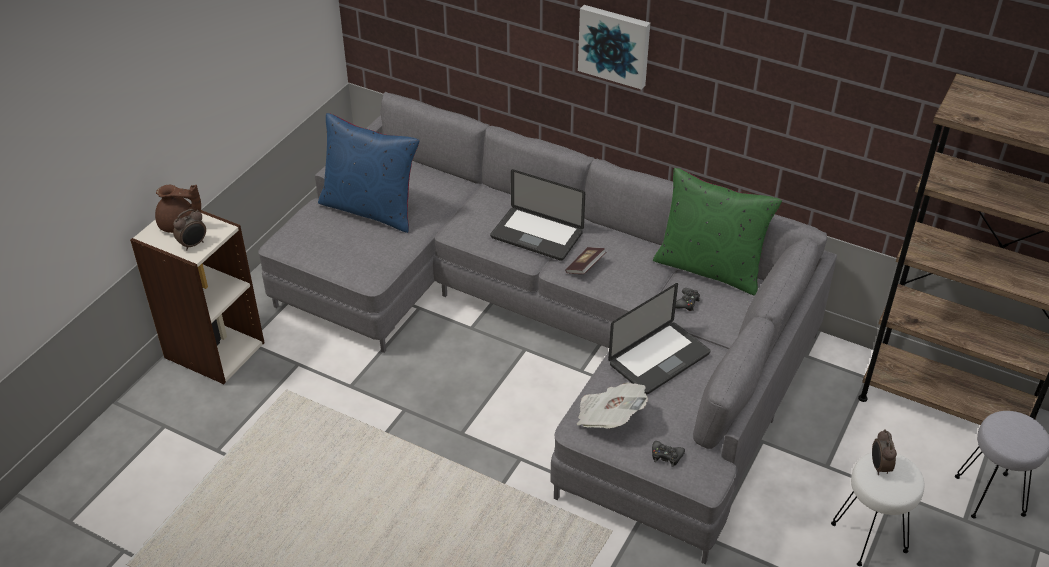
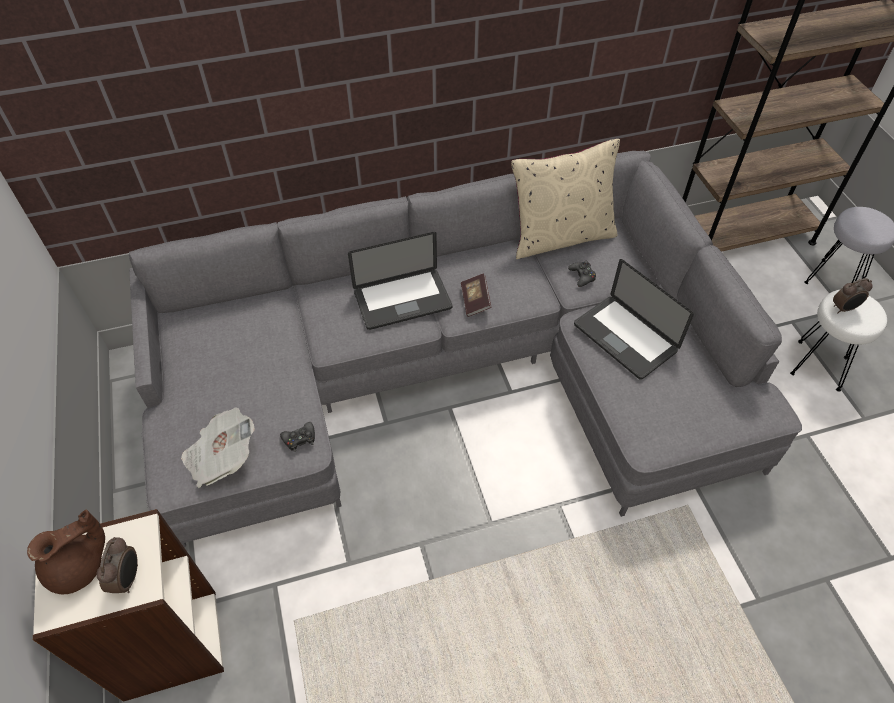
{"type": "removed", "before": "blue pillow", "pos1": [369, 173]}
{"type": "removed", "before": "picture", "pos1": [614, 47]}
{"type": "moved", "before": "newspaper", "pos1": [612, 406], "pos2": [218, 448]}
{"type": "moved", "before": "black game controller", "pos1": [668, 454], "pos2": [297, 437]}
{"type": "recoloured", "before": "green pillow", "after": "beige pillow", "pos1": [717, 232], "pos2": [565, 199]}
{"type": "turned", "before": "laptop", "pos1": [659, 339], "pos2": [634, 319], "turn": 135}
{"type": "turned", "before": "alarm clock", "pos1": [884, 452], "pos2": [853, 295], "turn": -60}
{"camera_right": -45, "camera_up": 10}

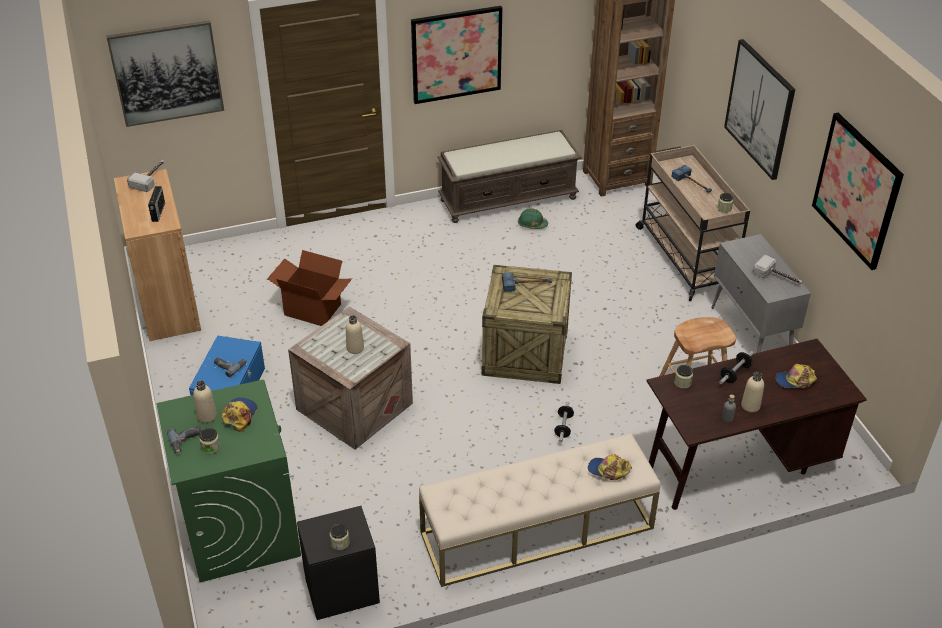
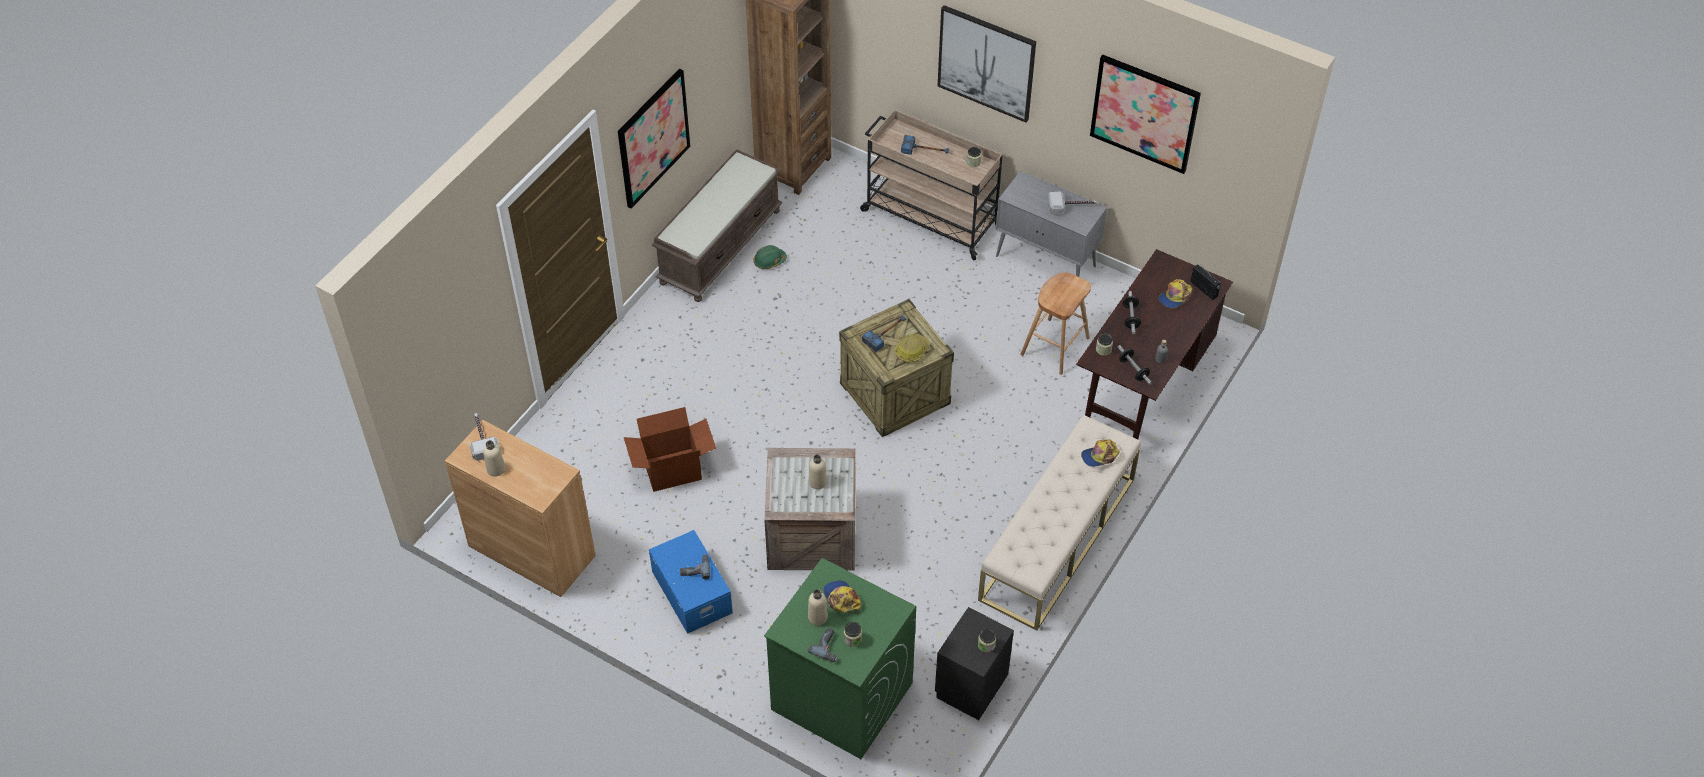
{"type": "removed", "before": "picture", "pos1": [165, 73]}
{"type": "added", "after": "hard hat", "pos2": [912, 348]}
{"type": "moved", "before": "radio", "pos1": [156, 203], "pos2": [1205, 282]}
{"type": "moved", "before": "dumbbell", "pos1": [564, 422], "pos2": [1134, 365]}
{"type": "moved", "before": "beige bottle", "pos1": [752, 392], "pos2": [494, 458]}
{"camera_right": -40, "camera_up": 10}

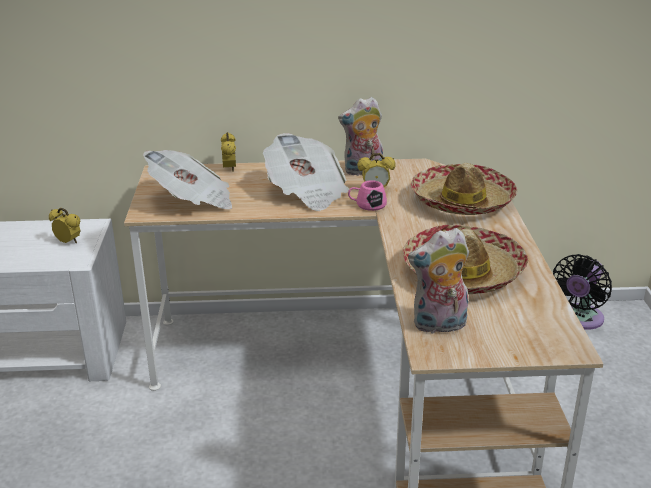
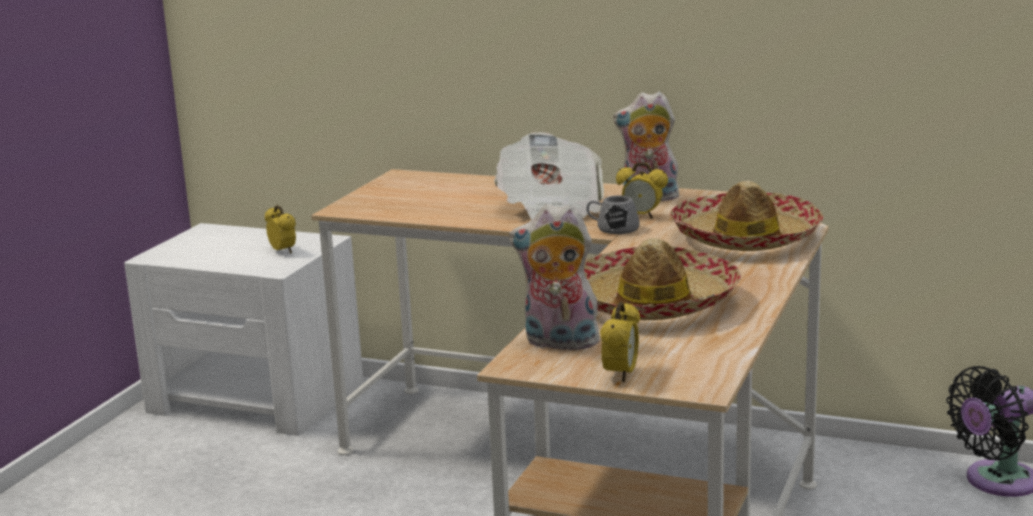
{"type": "removed", "before": "newspaper", "pos1": [187, 180]}
{"type": "moved", "before": "alarm clock", "pos1": [228, 152], "pos2": [620, 342]}
{"type": "recoloured", "before": "pink mug", "after": "grey mug", "pos1": [367, 195], "pos2": [613, 214]}
{"camera_right": 25, "camera_up": -10}

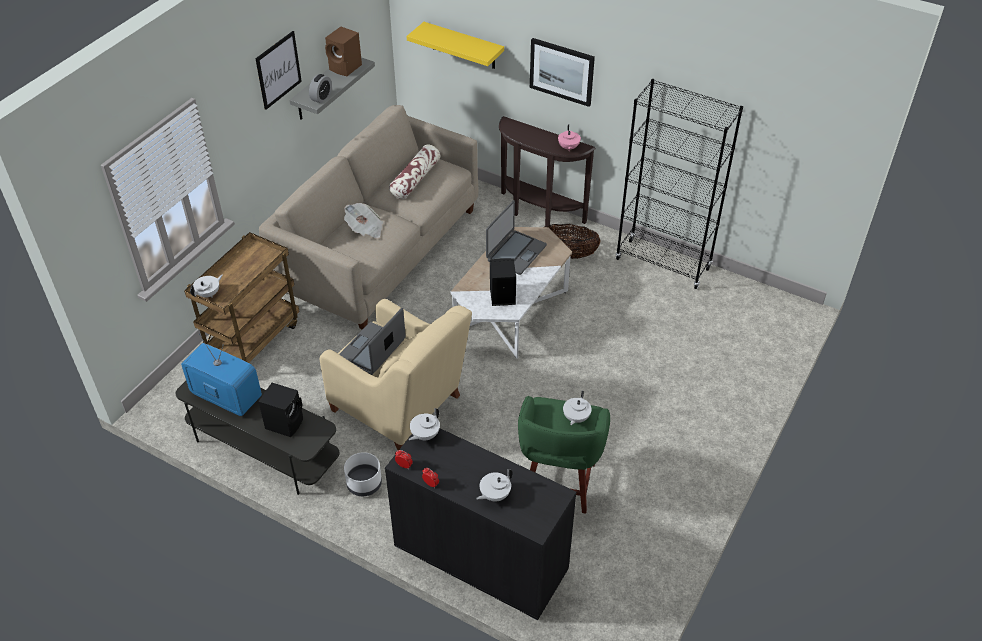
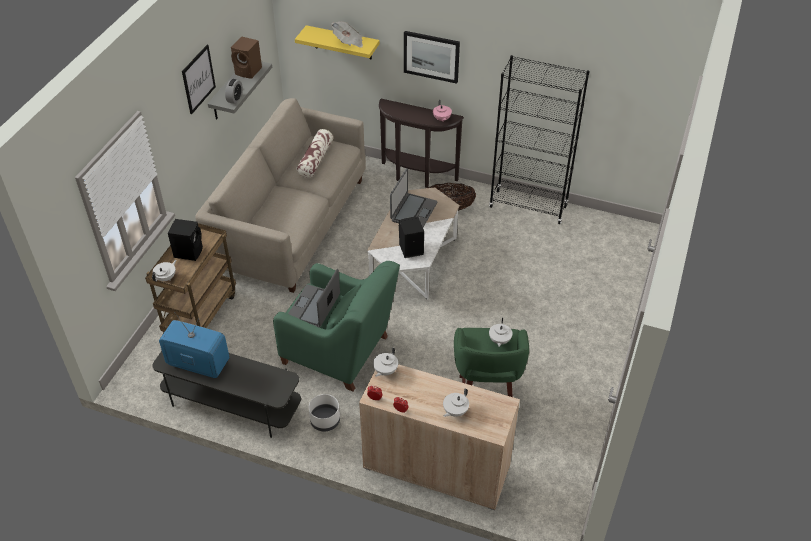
{"type": "moved", "before": "black speaker", "pos1": [280, 410], "pos2": [185, 240]}
{"type": "moved", "before": "newspaper", "pos1": [364, 221], "pos2": [347, 34]}
{"type": "recoloured", "before": "beige armchair", "after": "green armchair", "pos1": [396, 374], "pos2": [336, 326]}
{"type": "recoloured", "before": "black cabinet", "after": "beige cabinet", "pos1": [480, 524], "pos2": [439, 437]}
{"camera_right": -10, "camera_up": 0}

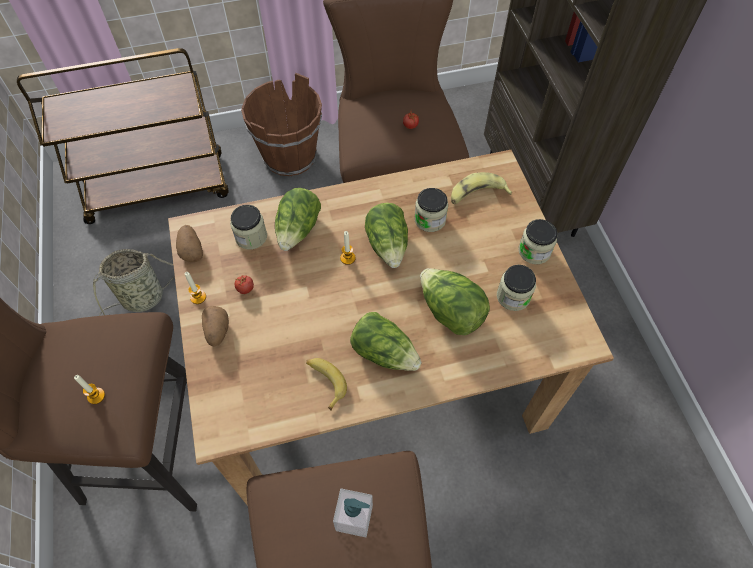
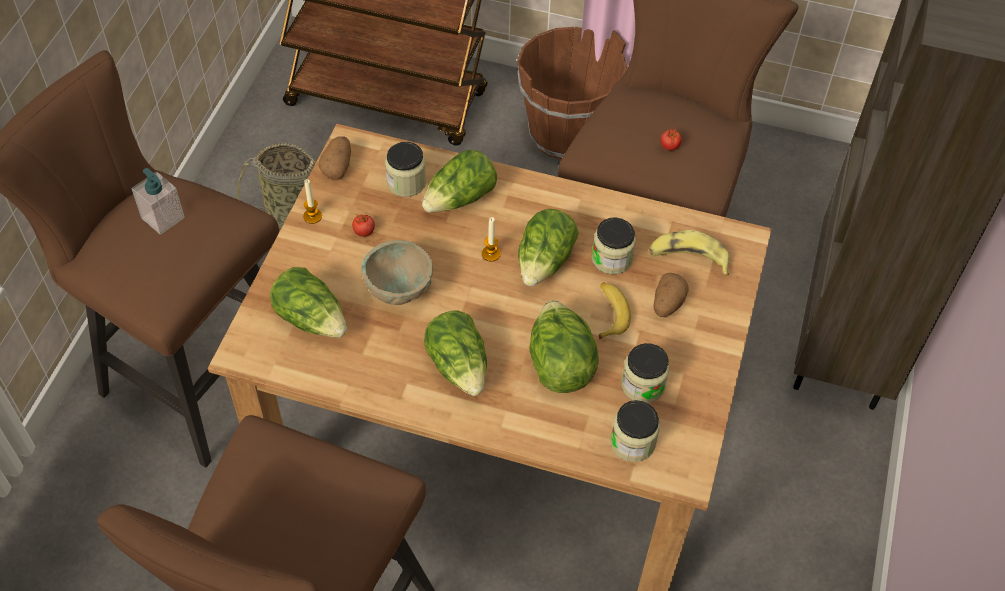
{"type": "removed", "before": "candle", "pos1": [89, 389]}
{"type": "added", "after": "lettuce", "pos2": [308, 302]}
{"type": "added", "after": "beige bowl", "pos2": [397, 272]}
{"type": "moved", "before": "potato", "pos1": [215, 326], "pos2": [671, 295]}
{"type": "moved", "before": "banana", "pos1": [326, 384], "pos2": [615, 311]}
{"type": "moved", "before": "soap dispenser", "pos1": [353, 512], "pos2": [158, 201]}
{"type": "moved", "before": "jar", "pos1": [538, 241], "pos2": [635, 431]}
{"camera_right": 30, "camera_up": -5}

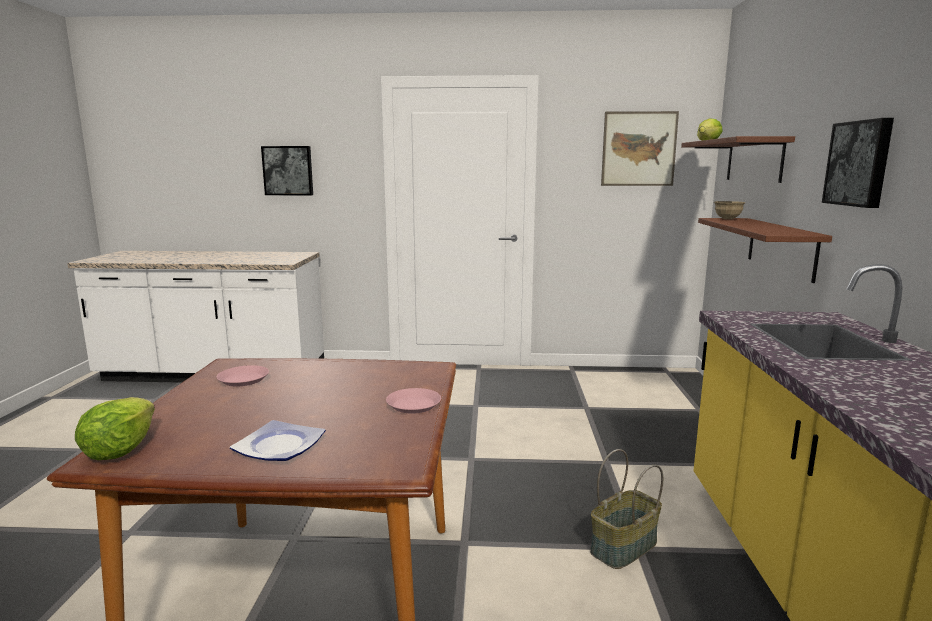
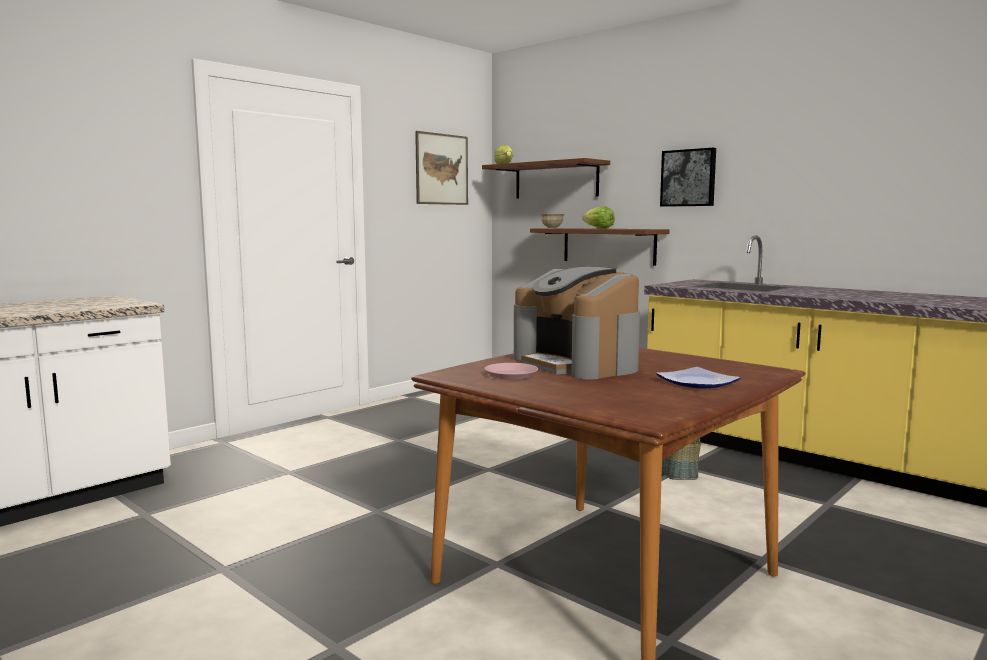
{"type": "removed", "before": "picture", "pos1": [287, 170]}
{"type": "removed", "before": "pink plate", "pos1": [413, 401]}
{"type": "added", "after": "coffee machine", "pos2": [577, 323]}
{"type": "moved", "before": "lettuce", "pos1": [115, 428], "pos2": [598, 217]}
{"camera_right": -50, "camera_up": -5}

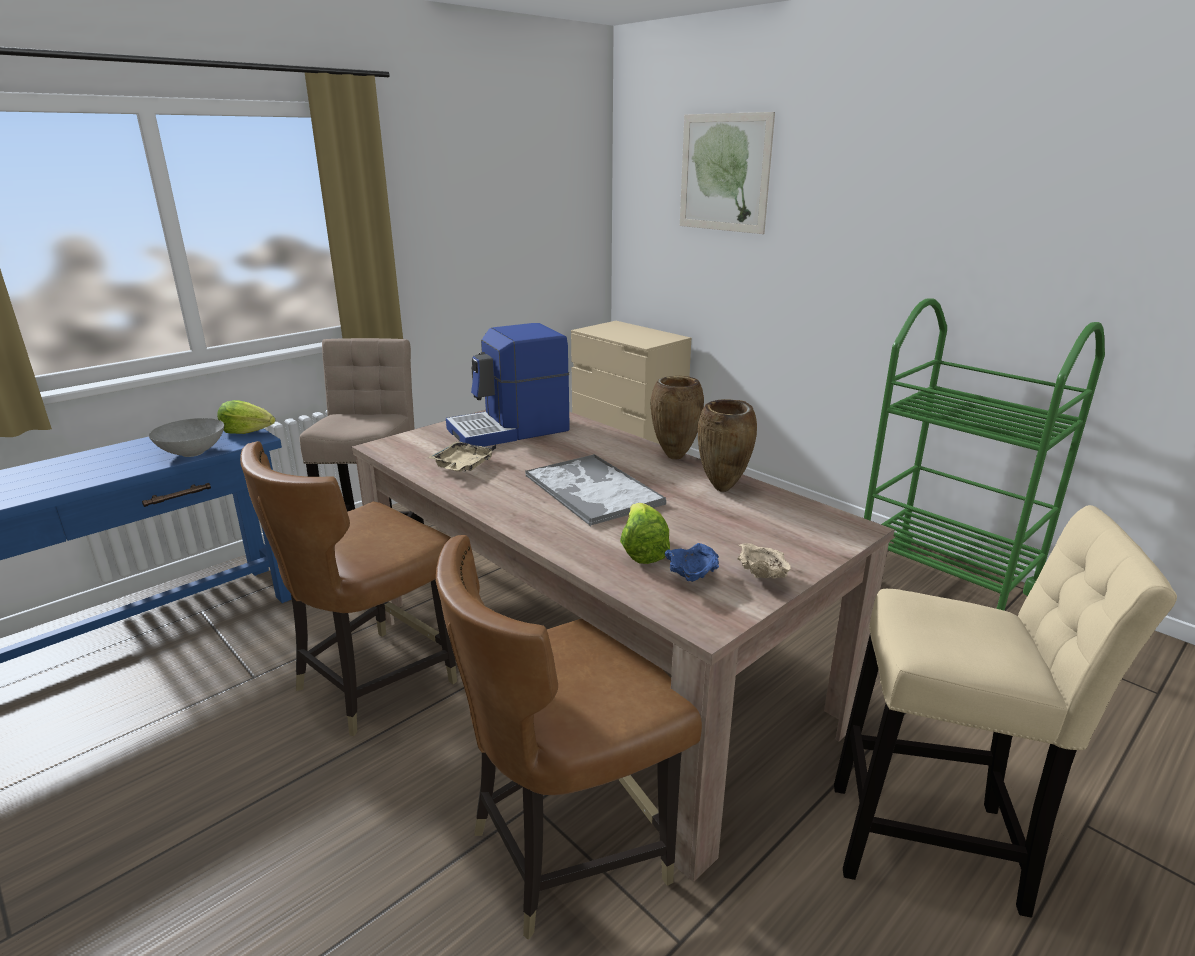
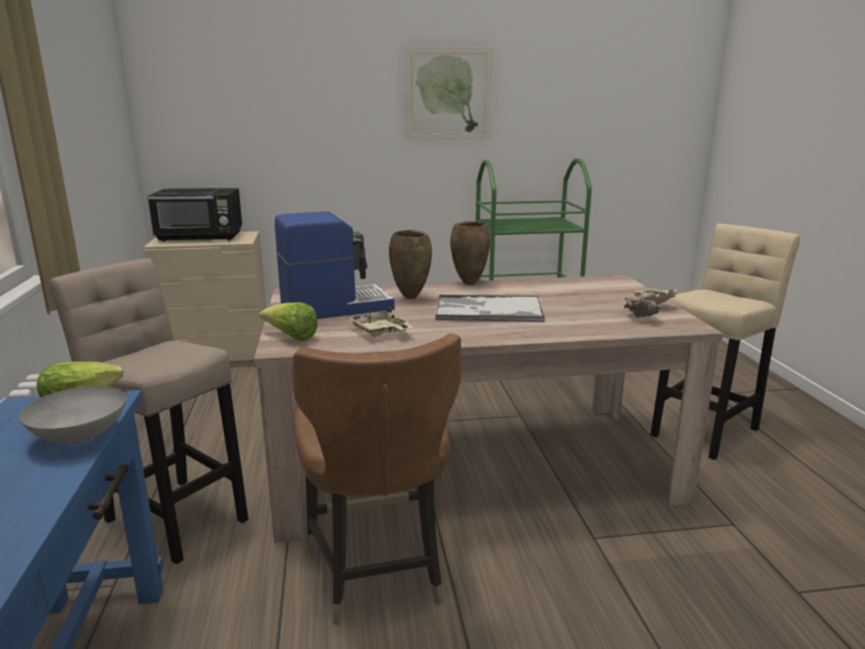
{"type": "removed", "before": "brown chair", "pos1": [569, 737]}
{"type": "added", "after": "black microwave", "pos2": [194, 215]}
{"type": "moved", "before": "lettuce", "pos1": [645, 533], "pos2": [288, 321]}
{"type": "moved", "before": "picture", "pos1": [727, 173], "pos2": [449, 93]}
{"type": "moved", "before": "brown vase", "pos1": [727, 445], "pos2": [410, 264]}
{"type": "recoloured", "before": "blue bowl", "after": "beige bowl", "pos1": [692, 562], "pos2": [642, 307]}
{"type": "turned", "before": "coffee machine", "pos1": [508, 385], "pos2": [335, 265], "turn": -120}
{"camera_right": -55, "camera_up": -5}

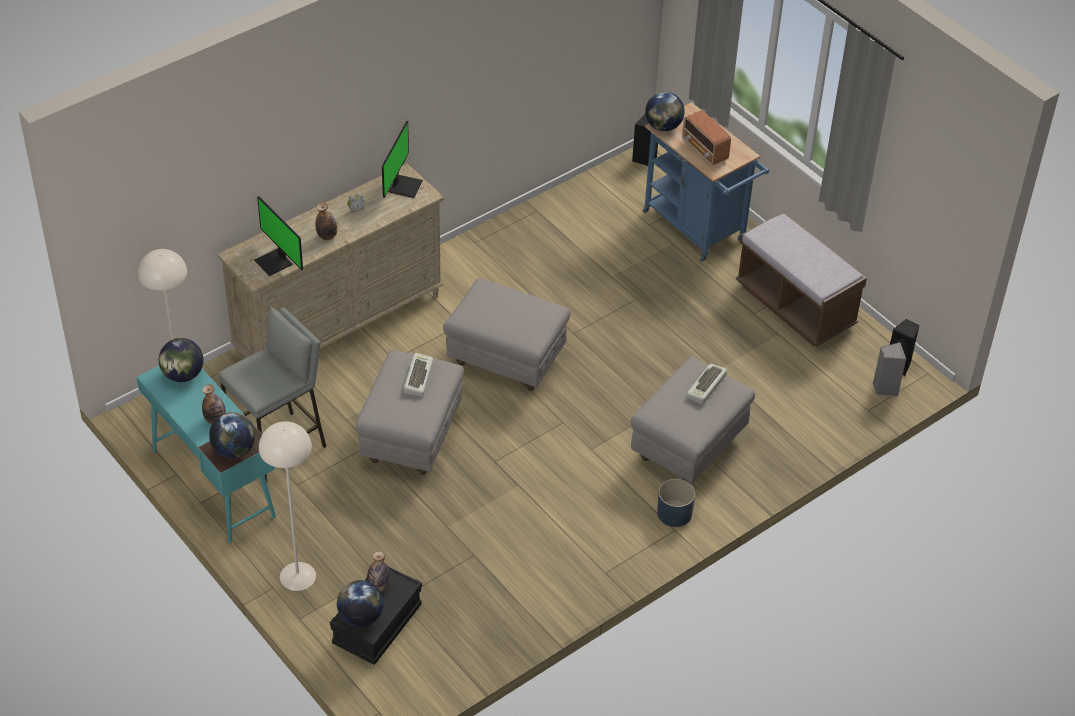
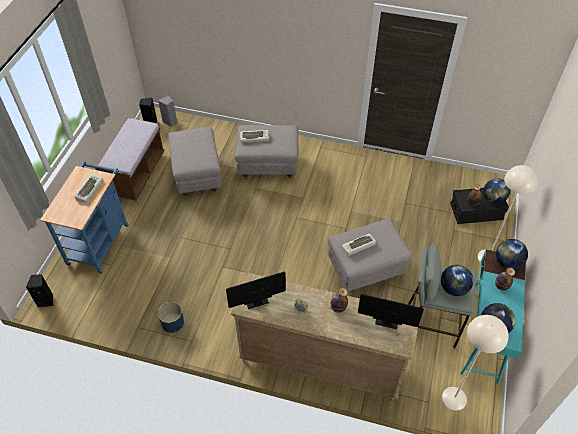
{"type": "moved", "before": "grey ottoman", "pos1": [507, 334], "pos2": [194, 161]}
{"type": "moved", "before": "globe", "pos1": [665, 111], "pos2": [457, 280]}
{"type": "moved", "before": "blue planter", "pos1": [676, 503], "pos2": [171, 317]}
{"type": "replaced", "before": "radio", "after": "keyboard", "pos1": [706, 138], "pos2": [89, 188]}
{"type": "turned", "before": "monitor", "pos1": [278, 236], "pos2": [391, 311], "turn": -90}
{"camera_right": -125, "camera_up": 5}

